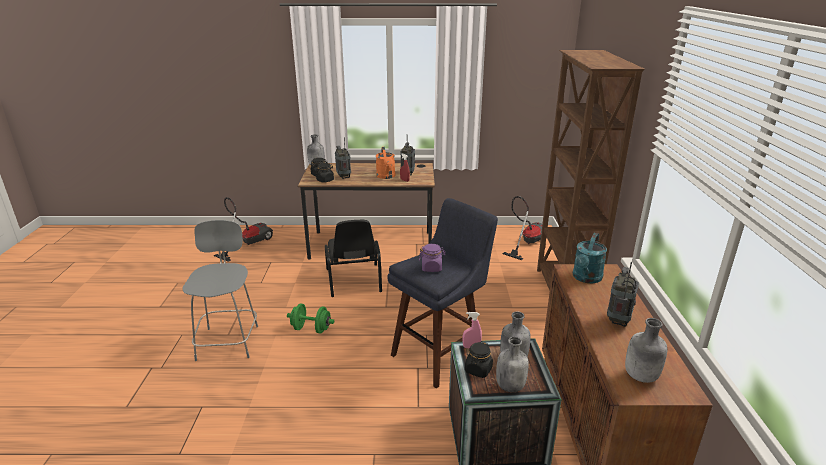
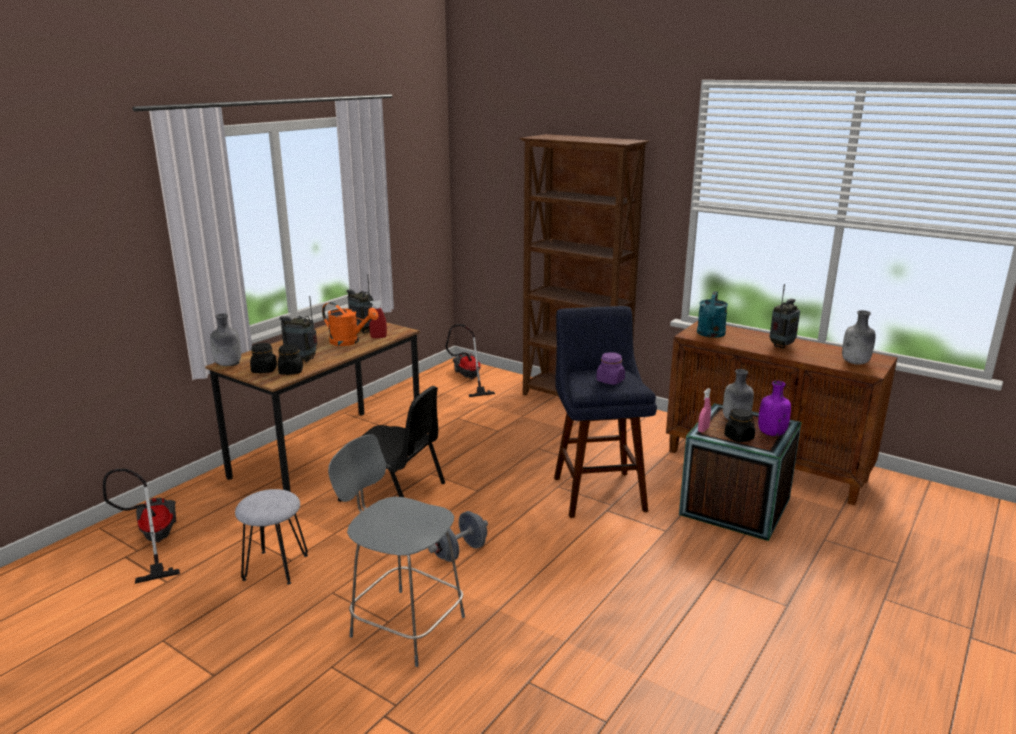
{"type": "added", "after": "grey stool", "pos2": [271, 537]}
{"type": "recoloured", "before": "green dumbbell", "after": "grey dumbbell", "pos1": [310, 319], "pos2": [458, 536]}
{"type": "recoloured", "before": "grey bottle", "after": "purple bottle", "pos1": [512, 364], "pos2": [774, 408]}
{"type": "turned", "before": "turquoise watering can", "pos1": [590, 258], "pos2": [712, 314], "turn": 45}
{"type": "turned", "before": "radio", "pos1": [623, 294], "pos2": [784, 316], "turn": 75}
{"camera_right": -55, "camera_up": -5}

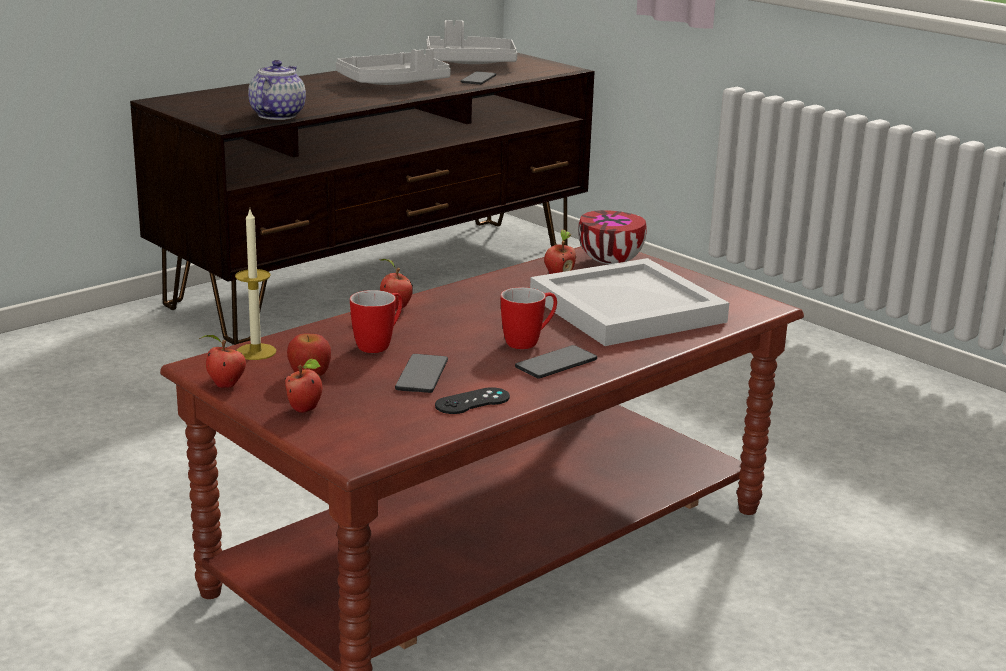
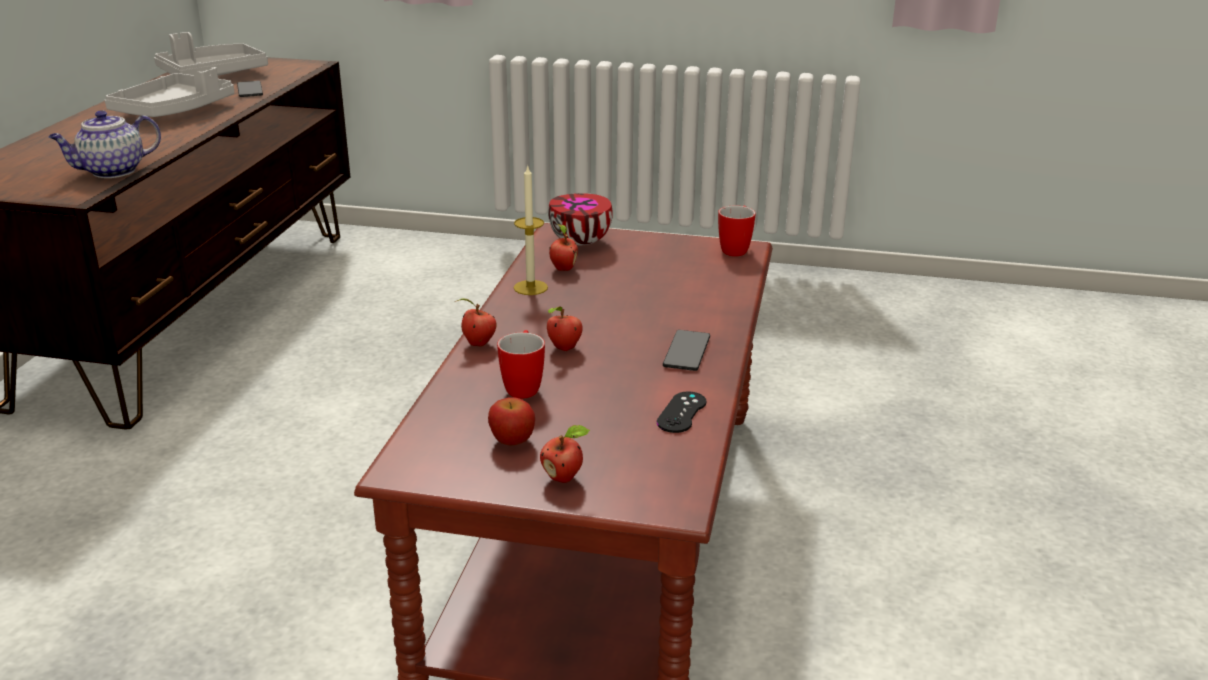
{"type": "removed", "before": "phone", "pos1": [421, 373]}
{"type": "removed", "before": "white tray", "pos1": [629, 302]}
{"type": "moved", "before": "apple", "pos1": [222, 361], "pos2": [565, 328]}
{"type": "moved", "before": "candle", "pos1": [255, 285], "pos2": [531, 230]}
{"type": "moved", "before": "mug", "pos1": [529, 318], "pos2": [737, 231]}
{"type": "turned", "before": "teapot", "pos1": [277, 90], "pos2": [104, 144], "turn": -105}
{"camera_right": -35, "camera_up": 5}

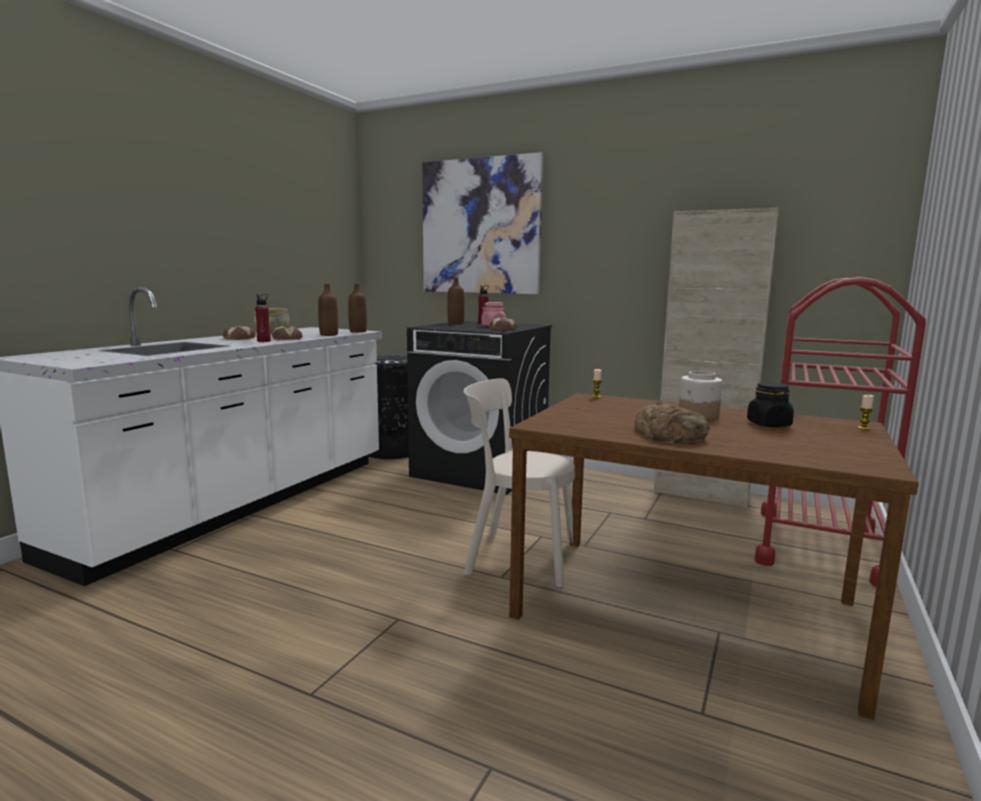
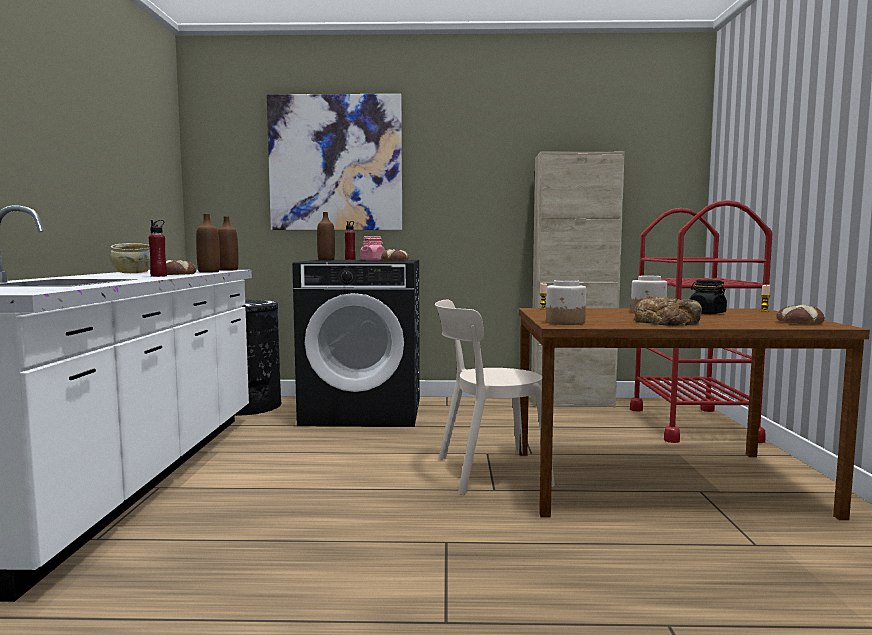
{"type": "added", "after": "jar", "pos2": [566, 302]}
{"type": "moved", "before": "bread", "pos1": [239, 333], "pos2": [800, 314]}
{"camera_right": -25, "camera_up": -5}

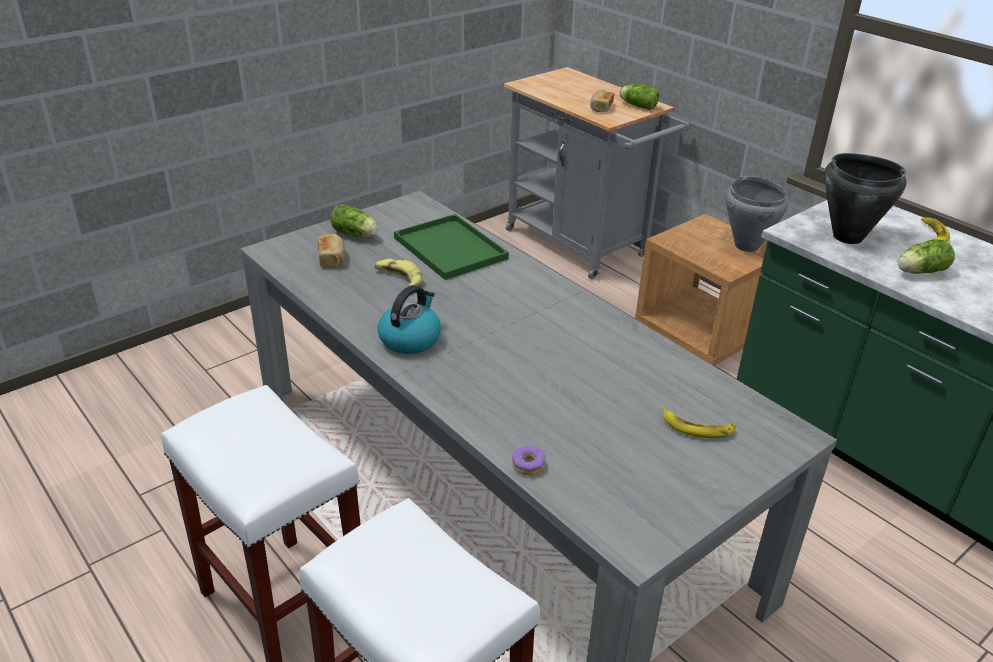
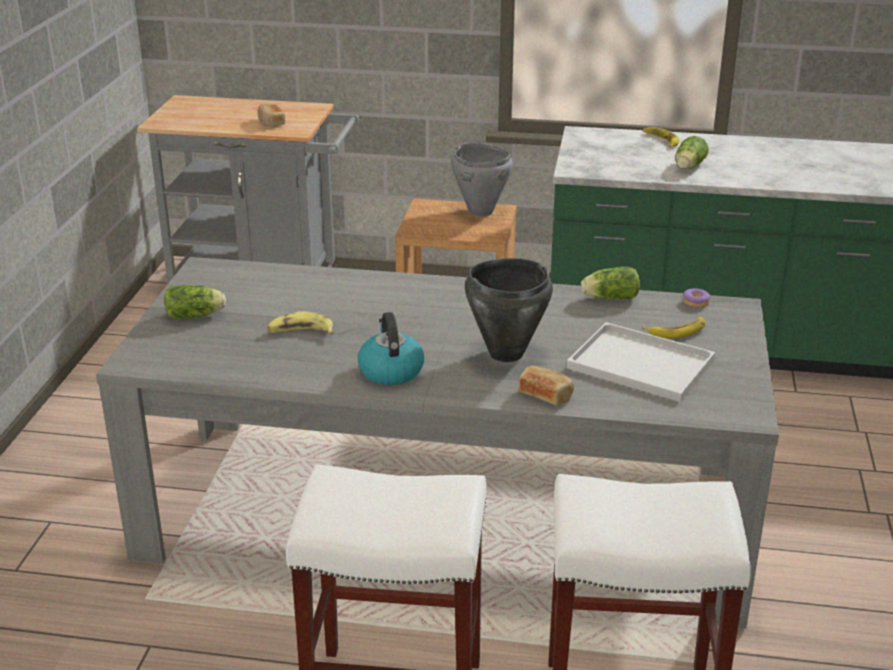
{"type": "removed", "before": "green tray", "pos1": [451, 247]}
{"type": "added", "after": "white tray", "pos2": [641, 362]}
{"type": "moved", "before": "bread", "pos1": [331, 251], "pos2": [546, 385]}
{"type": "moved", "before": "donut", "pos1": [528, 460], "pos2": [697, 298]}
{"type": "moved", "before": "lettuce", "pos1": [639, 97], "pos2": [610, 283]}
{"type": "moved", "before": "black cooking pot", "pos1": [865, 198], "pos2": [509, 310]}
{"camera_right": -40, "camera_up": -5}

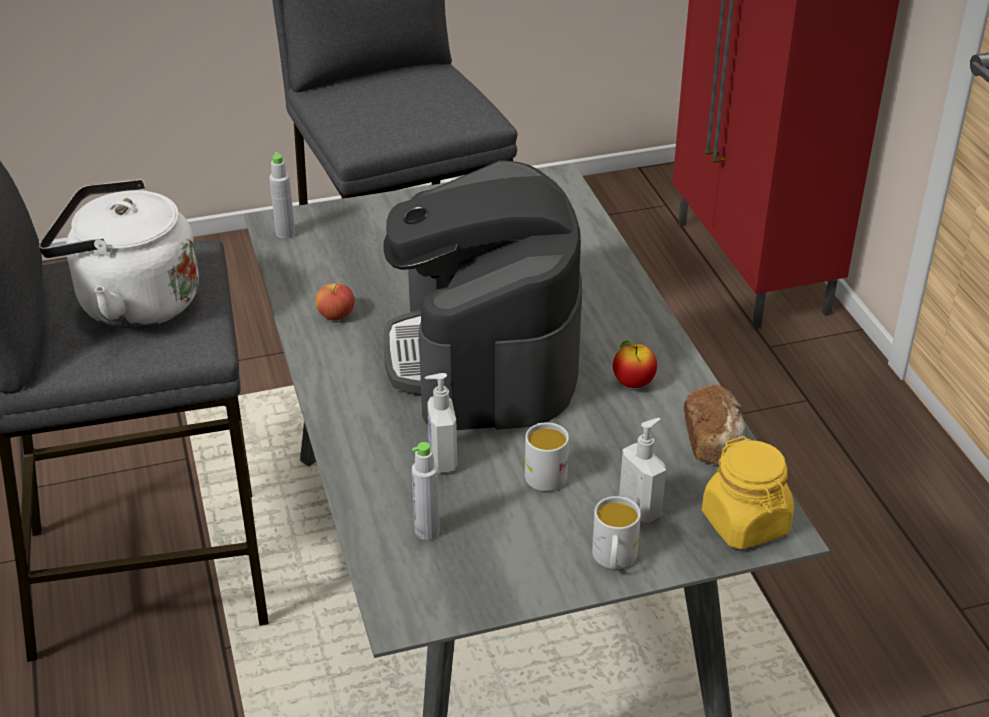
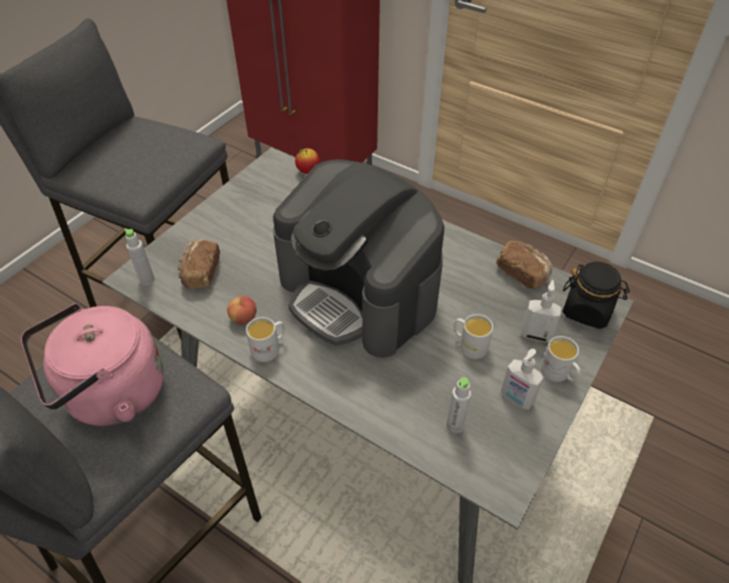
{"type": "added", "after": "bread", "pos2": [198, 264]}
{"type": "added", "after": "white mug", "pos2": [265, 339]}
{"type": "moved", "before": "soap dispenser", "pos1": [441, 423], "pos2": [522, 379]}
{"type": "moved", "before": "apple", "pos1": [635, 364], "pos2": [307, 161]}
{"type": "recoloured", "before": "white kettle", "after": "pink kettle", "pos1": [119, 254], "pos2": [92, 364]}
{"type": "recoloured", "before": "yellow jar", "after": "black jar", "pos1": [748, 492], "pos2": [596, 295]}
{"camera_right": -40, "camera_up": 10}

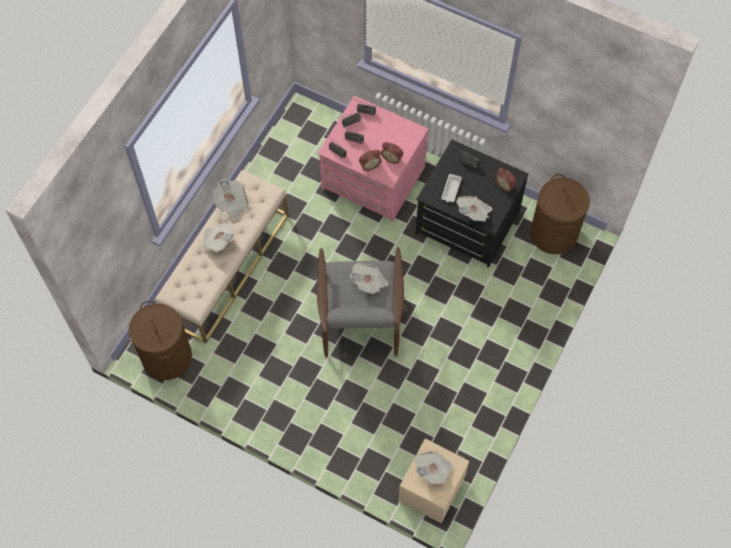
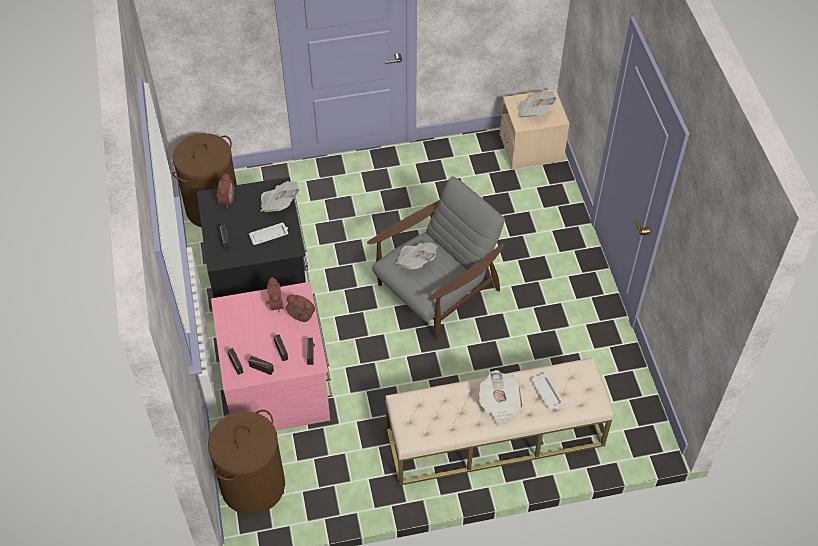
{"type": "removed", "before": "newspaper", "pos1": [231, 199]}
{"type": "added", "after": "white tray", "pos2": [547, 391]}
{"type": "moved", "before": "brown laundry basket", "pos1": [160, 340], "pos2": [246, 462]}
{"camera_right": -130, "camera_up": -10}

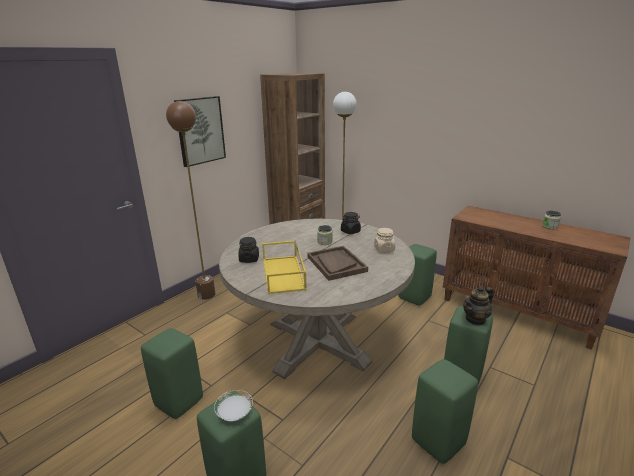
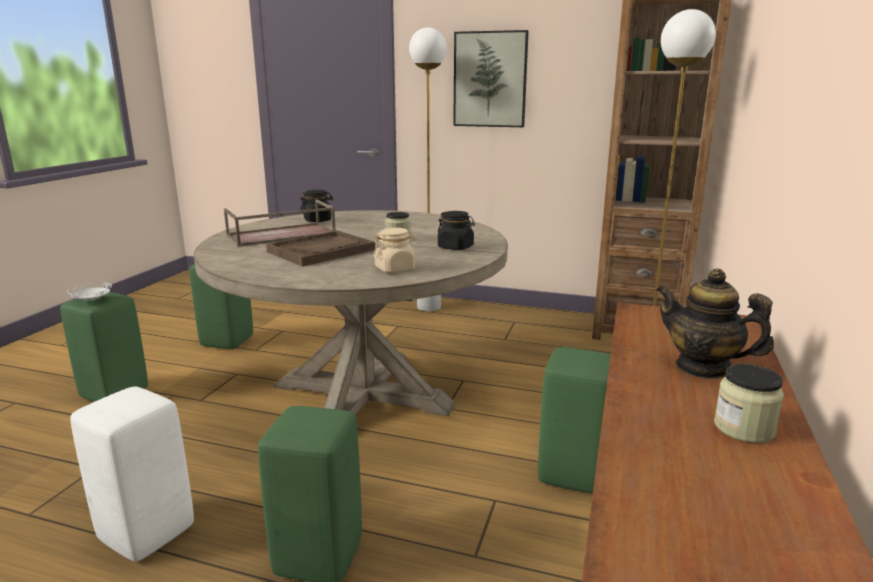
{"type": "moved", "before": "teapot", "pos1": [478, 306], "pos2": [715, 323]}
{"type": "recoloured", "before": "brown floor lamp", "after": "white floor lamp", "pos1": [190, 200], "pos2": [428, 169]}
{"type": "recoloured", "before": "yellow tray", "after": "brown tray", "pos1": [284, 267], "pos2": [280, 223]}
{"type": "recoloured", "before": "green stool", "after": "white stool", "pos1": [445, 411], "pos2": [132, 474]}
{"camera_right": 70, "camera_up": -5}

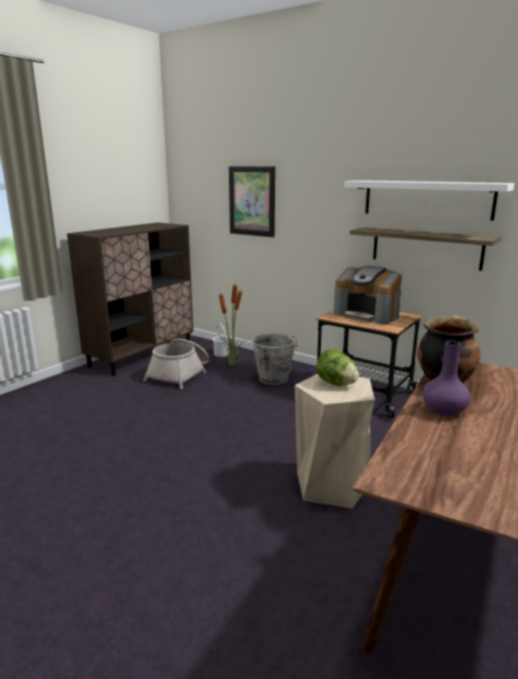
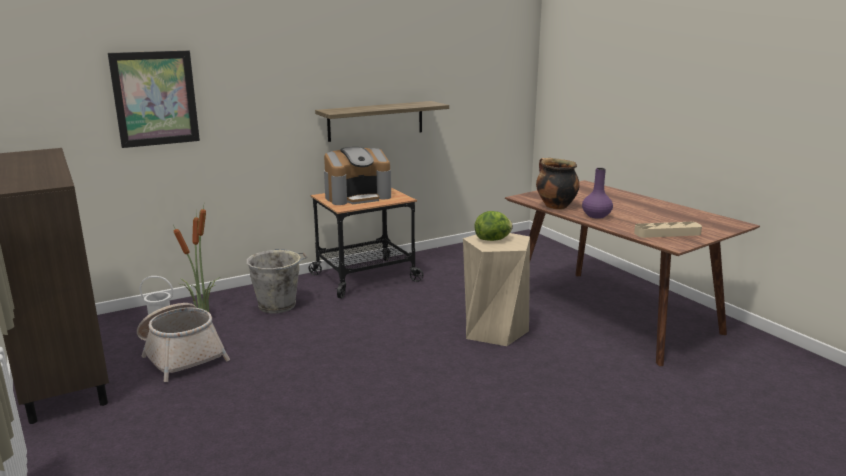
{"type": "removed", "before": "white shelf", "pos1": [429, 200]}
{"type": "added", "after": "beige tray", "pos2": [668, 230]}
{"camera_right": -65, "camera_up": 0}

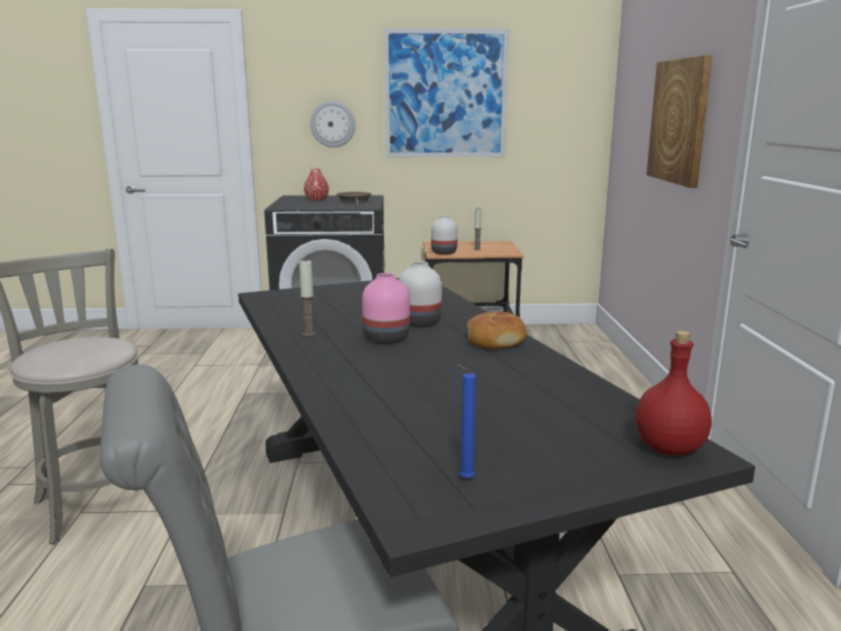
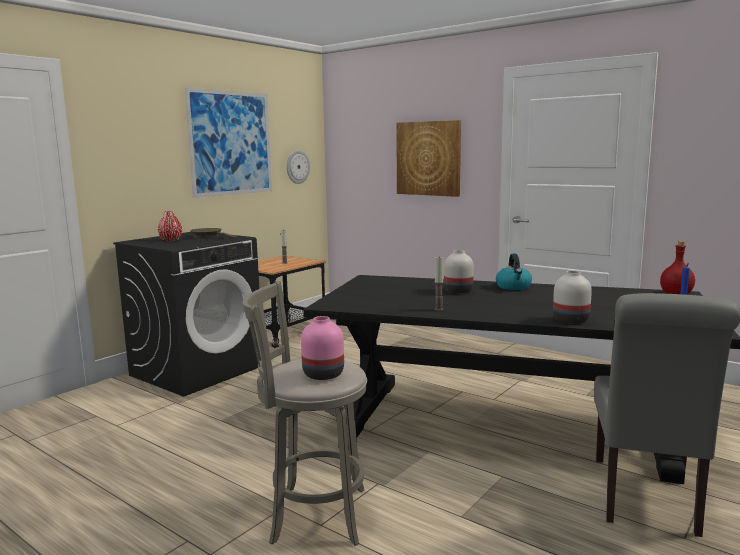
{"type": "moved", "before": "wall clock", "pos1": [332, 124], "pos2": [298, 167]}
{"type": "moved", "before": "pink vase", "pos1": [386, 308], "pos2": [322, 348]}
{"type": "moved", "before": "white vase", "pos1": [444, 235], "pos2": [572, 297]}
{"type": "replaced", "before": "bread", "after": "kettle", "pos1": [497, 330], "pos2": [514, 272]}
{"camera_right": -50, "camera_up": -5}

